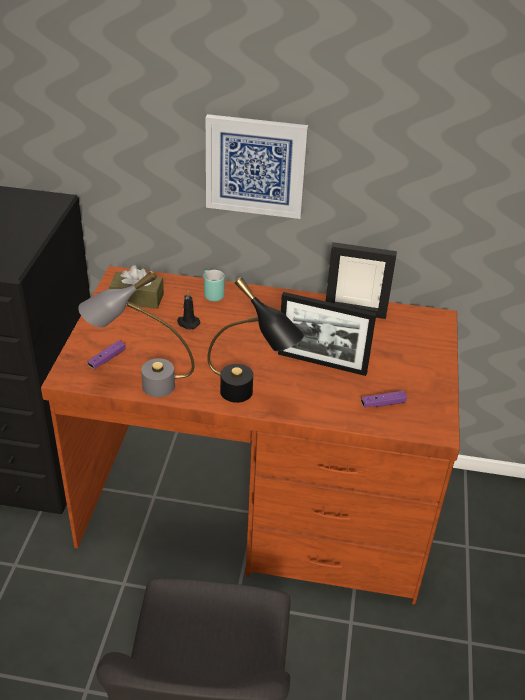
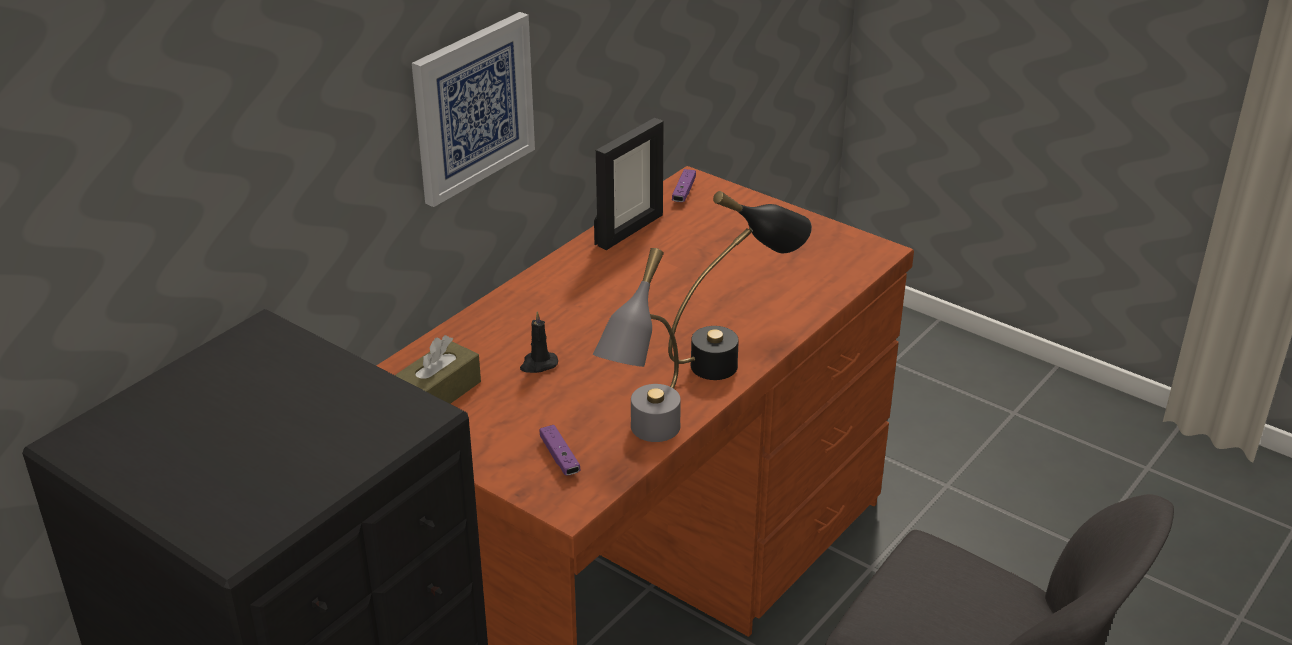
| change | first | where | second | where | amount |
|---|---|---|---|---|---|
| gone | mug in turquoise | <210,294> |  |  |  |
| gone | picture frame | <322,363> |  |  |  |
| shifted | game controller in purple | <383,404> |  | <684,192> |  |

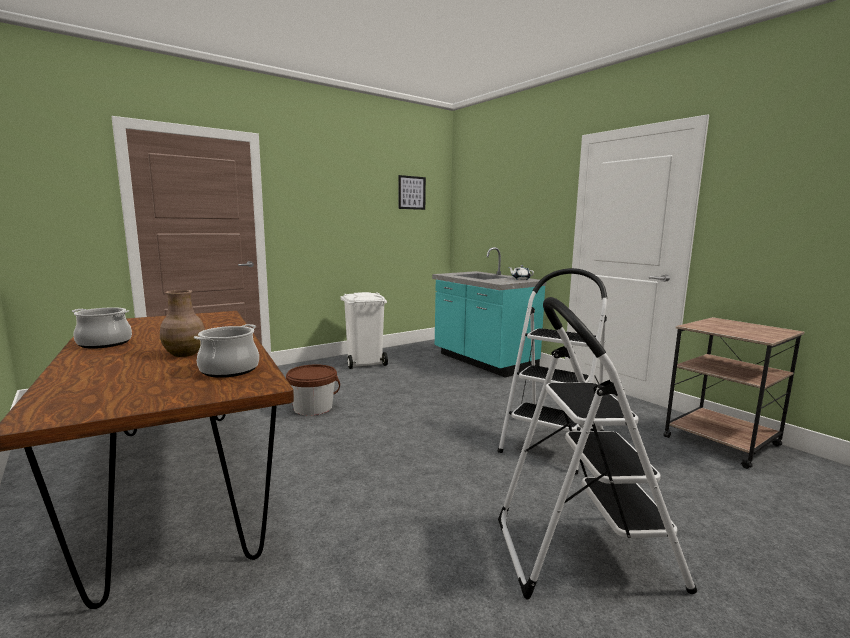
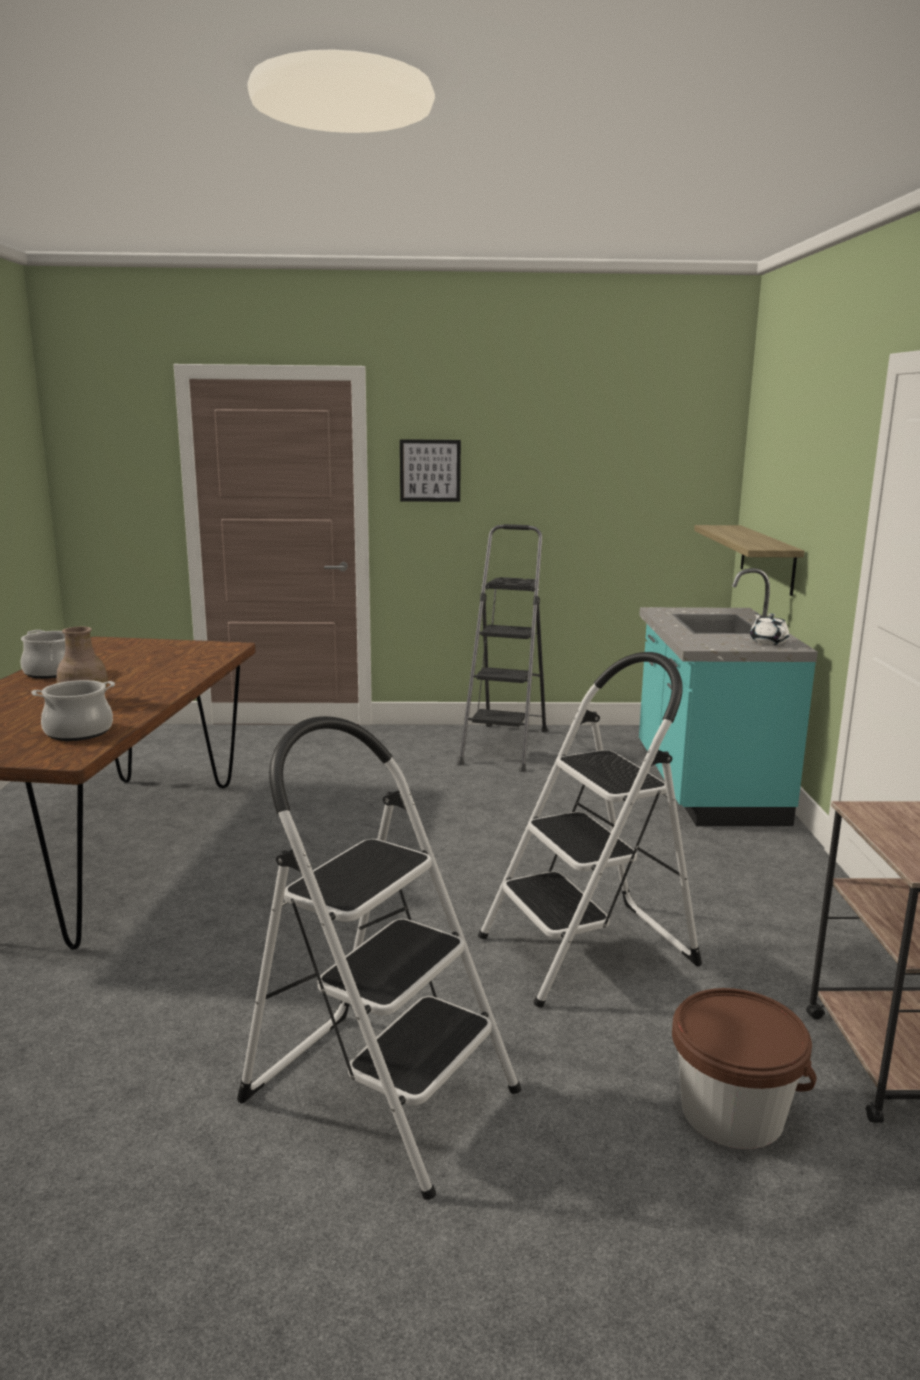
| change | first | where | second | where | amount |
|---|---|---|---|---|---|
| new |  |  | shelf | <767,559> |  |
| shifted | bucket in brown | <313,408> |  | <732,1112> |  |
| shifted | picture | <411,192> |  | <430,470> |  |
| swapped | trash can in white | <365,362> | step ladder | <505,746> |  |

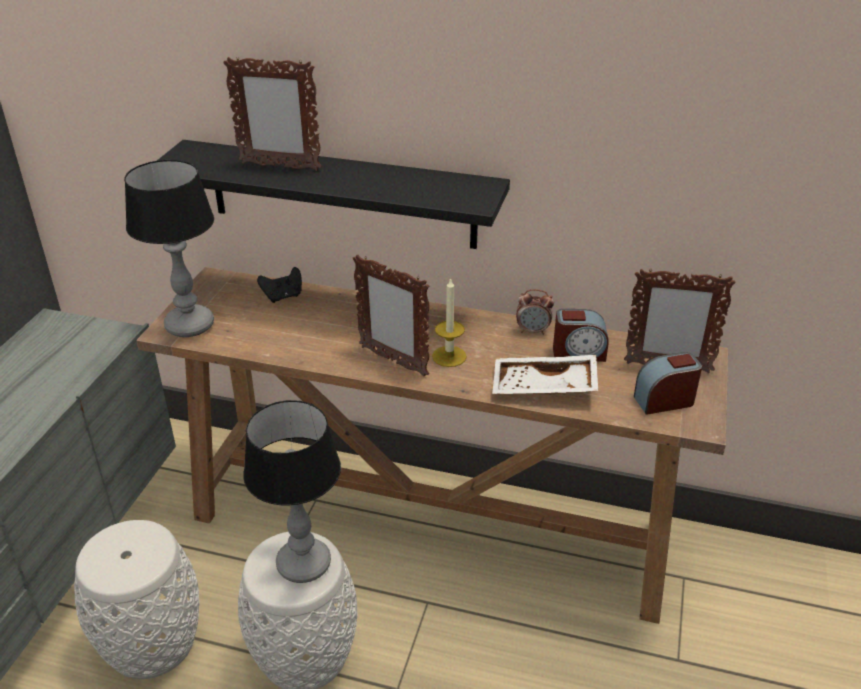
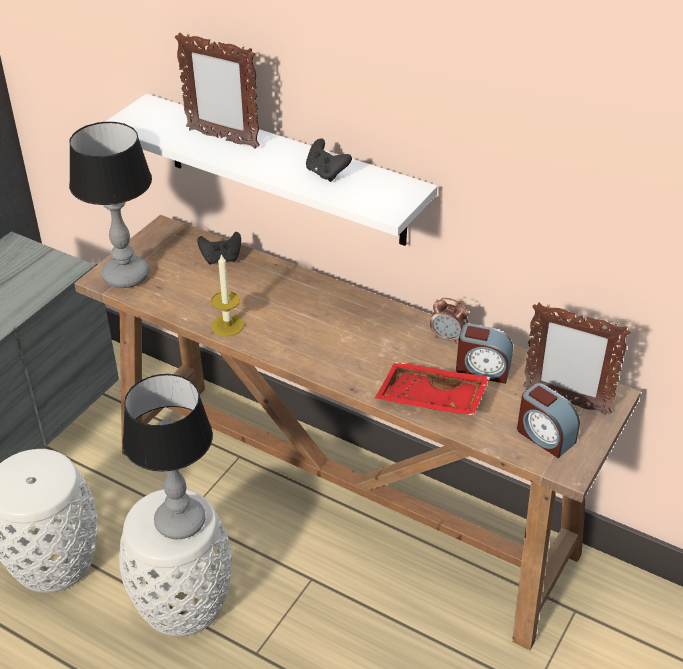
| change | first | where | second | where | amount |
|---|---|---|---|---|---|
| gone | picture frame | <393,361> |  |  |  |
| new |  |  | game controller in black | <326,173> |  |
| shifted | candle | <449,356> |  | <227,325> |  |
| repainted | shelf in black | <341,194> | shelf in white | <284,170> |  |
| repainted | tray in white | <543,388> | tray in red | <431,400> |  |
| rotated | alarm clock | <664,400> |  | <544,436> | 135 degrees counterclockwise |

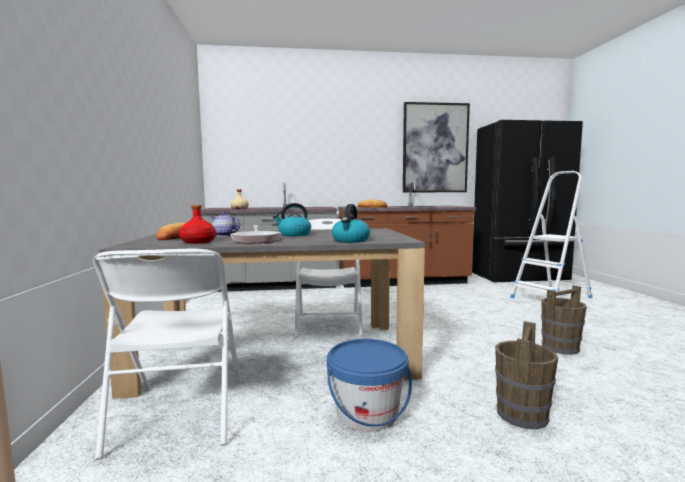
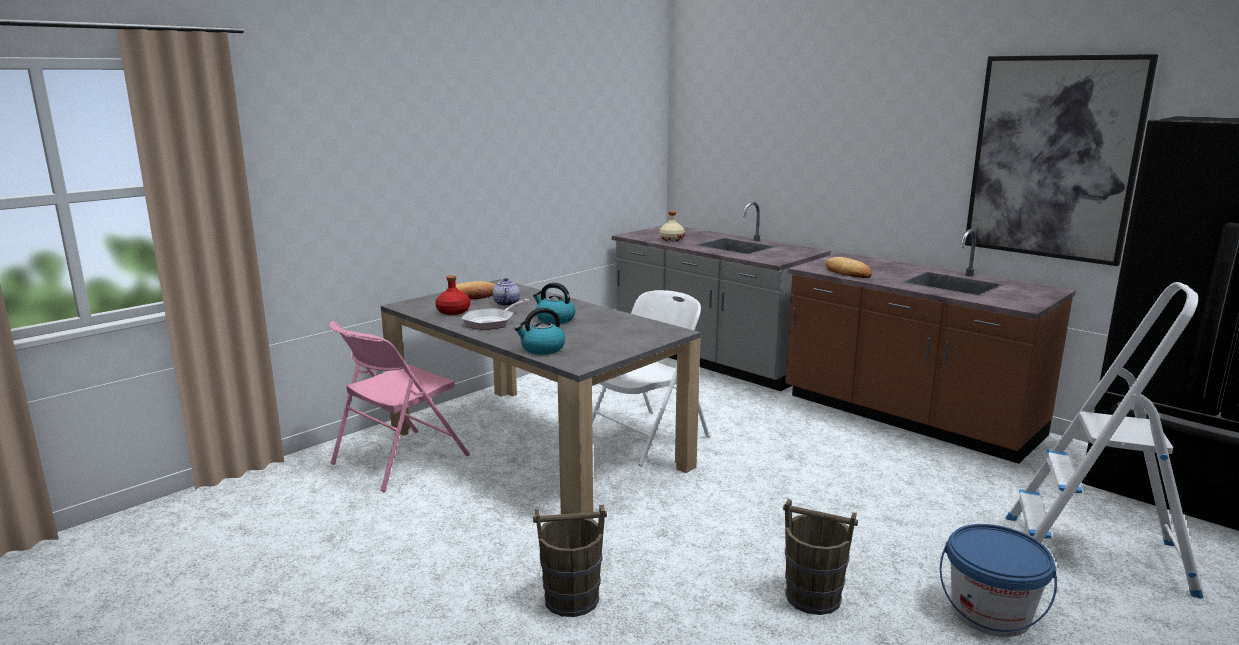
| change | first | where | second | where | amount |
|---|---|---|---|---|---|
| shifted | bucket in blue | <367,413> |  | <990,614> |  |
| repainted | chair in white | <180,413> | chair in pink | <400,459> |  |

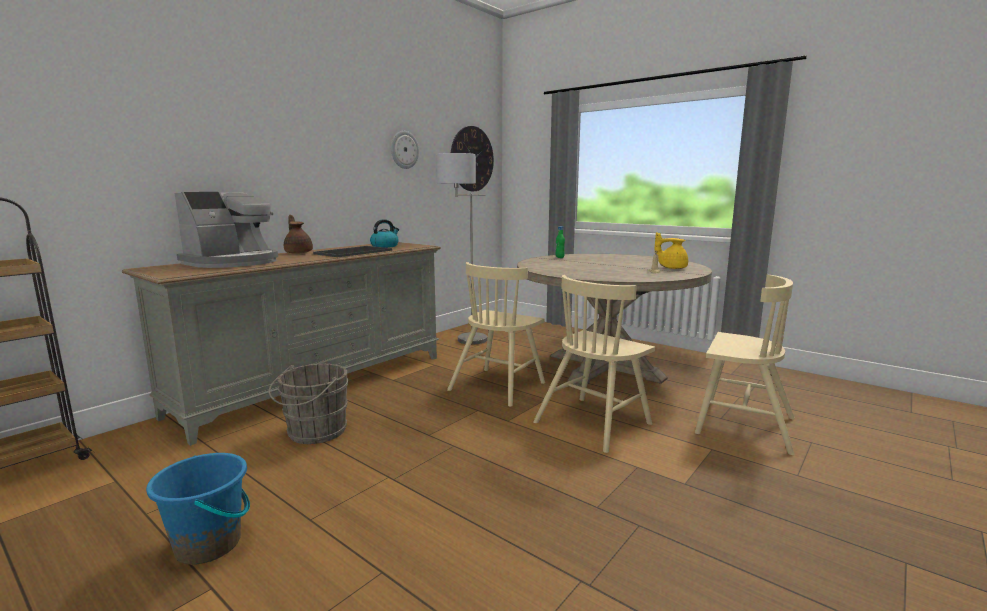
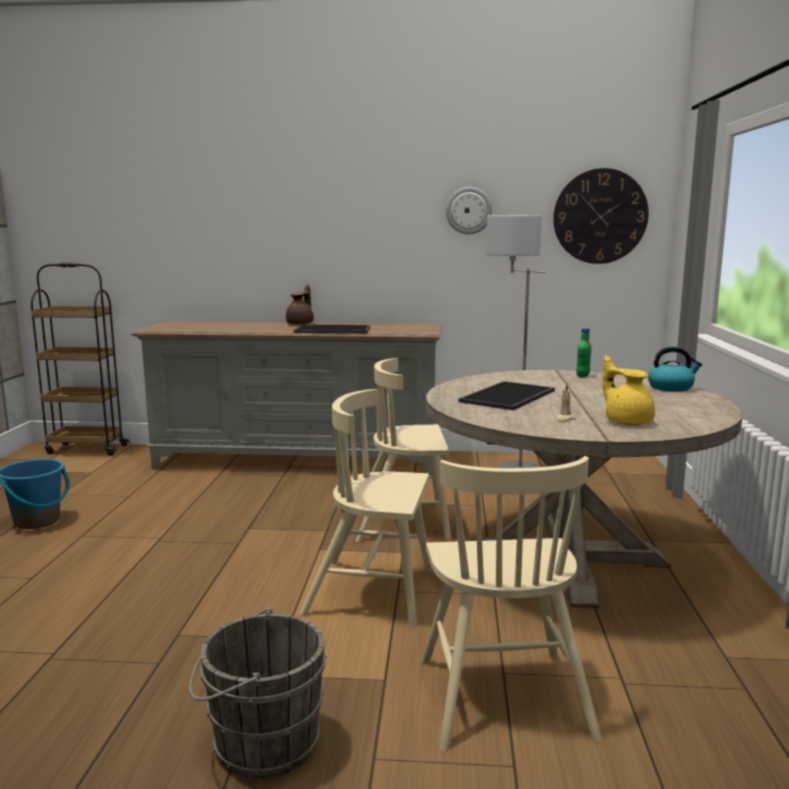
| change | first | where | second | where | amount |
|---|---|---|---|---|---|
| gone | coffee machine | <233,262> |  |  |  |
| new |  |  | tray | <509,396> |  |
| shifted | bucket in grey | <314,432> |  | <260,743> |  |
| shifted | kettle | <385,246> |  | <671,387> |  |

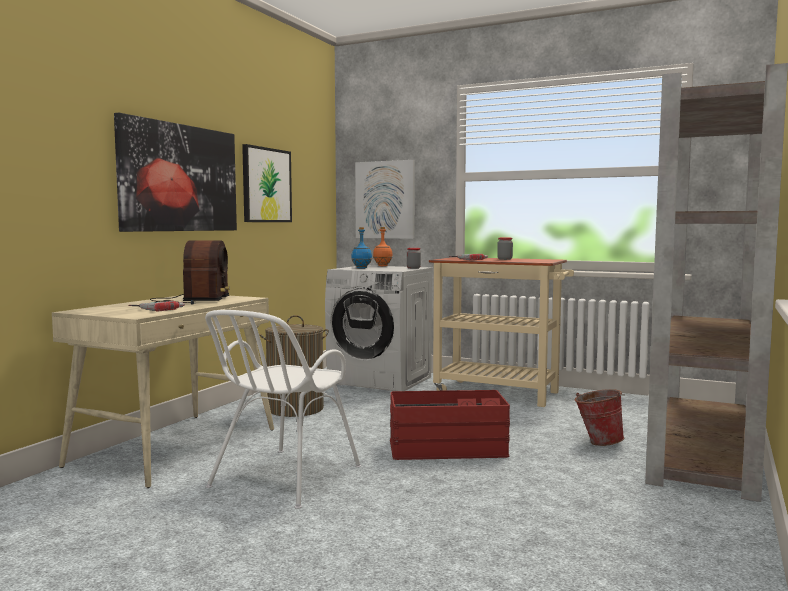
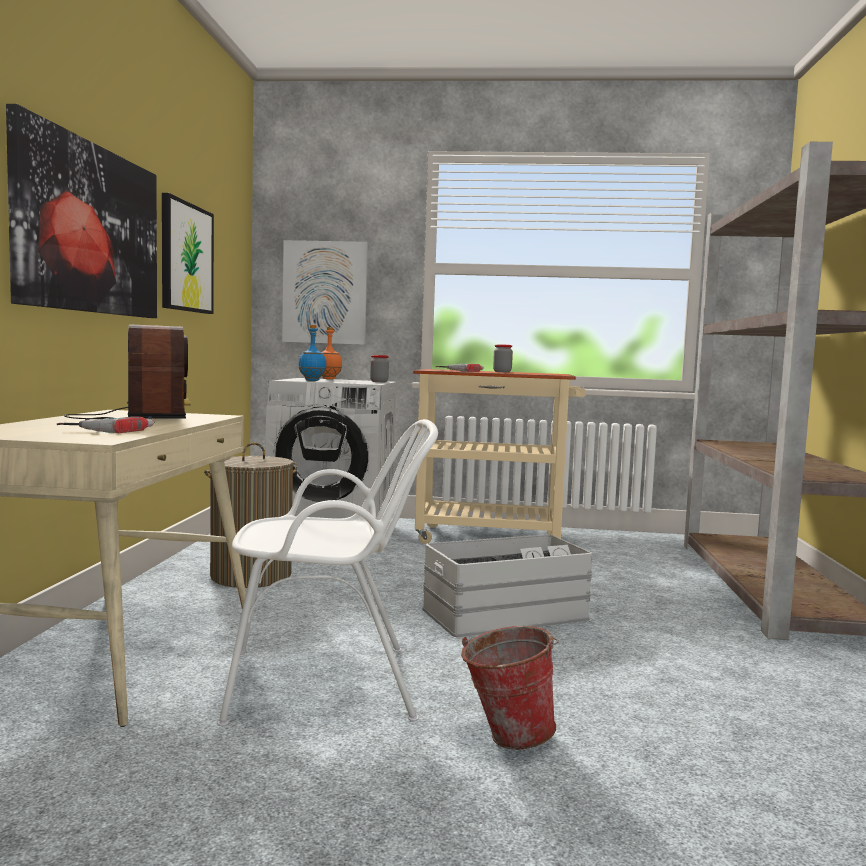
| change | first | where | second | where | amount |
|---|---|---|---|---|---|
| shifted | bucket | <598,442> |  | <505,736> |  |
| repainted | storage box in red | <447,447> | storage box in grey | <504,613> |  |
| rotated | chair in white | <283,478> |  | <330,683> | 105 degrees counterclockwise |

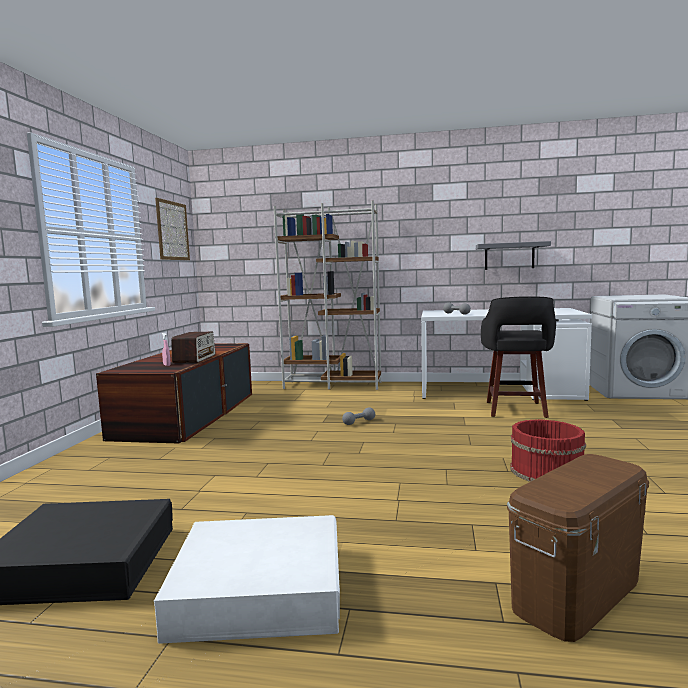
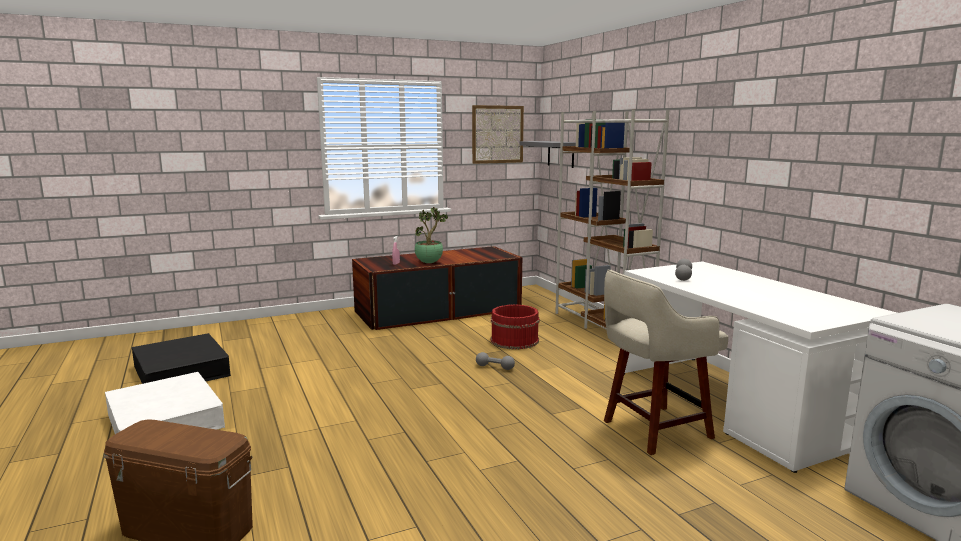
| change | first | where | second | where | amount |
|---|---|---|---|---|---|
| shifted | shelf in grey | <509,256> |  | <560,154> |  |
| shifted | bucket in red | <545,471> |  | <514,340> |  |
| swapped | radio | <195,358> | potted plant | <429,262> |  |
| repainted | stool in black | <515,410> | stool in beige | <653,430> |  |

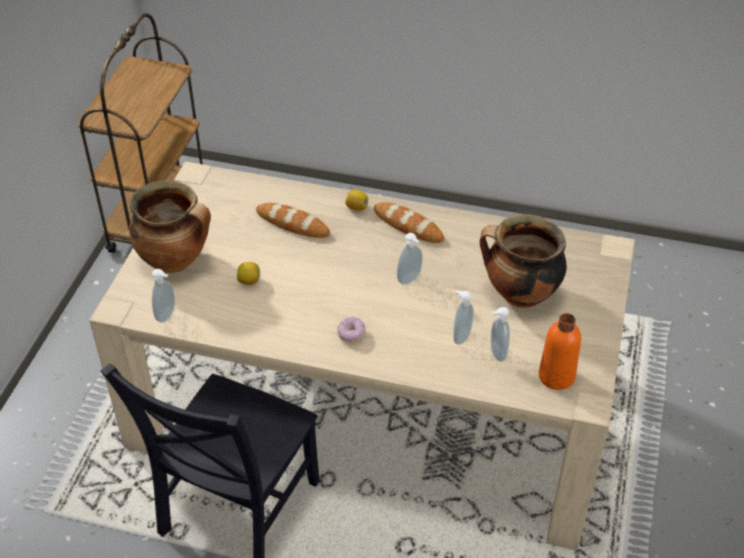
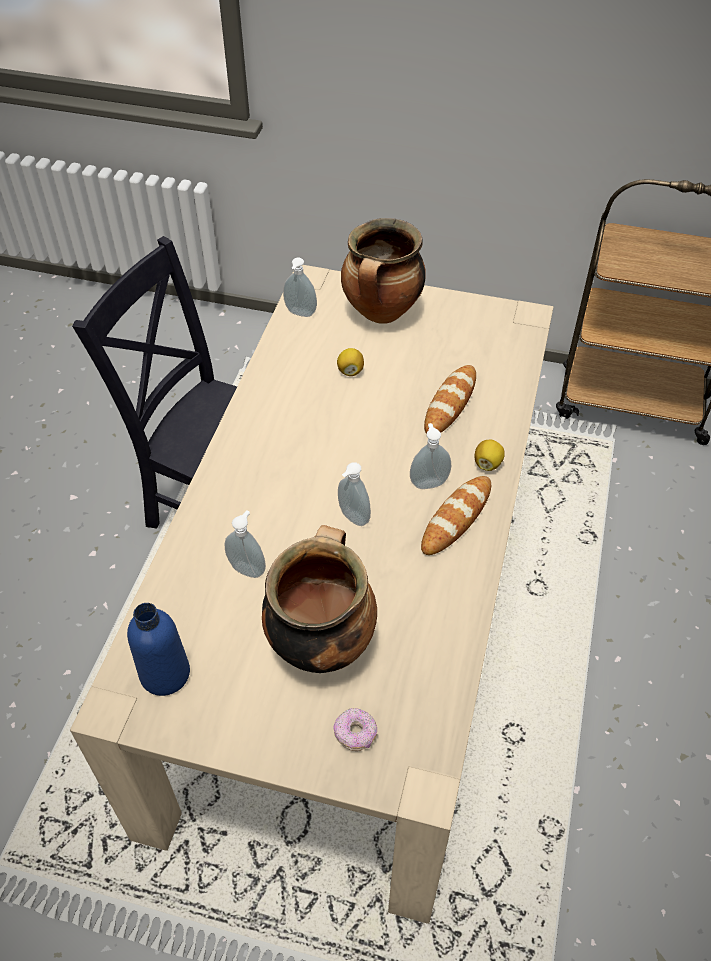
| change | first | where | second | where | amount |
|---|---|---|---|---|---|
| shifted | donut | <351,334> |  | <355,734> |  |
| shifted | soap dispenser | <496,353> |  | <428,482> |  |
| repainted | bottle in orange | <556,376> | bottle in blue | <165,674> |  |

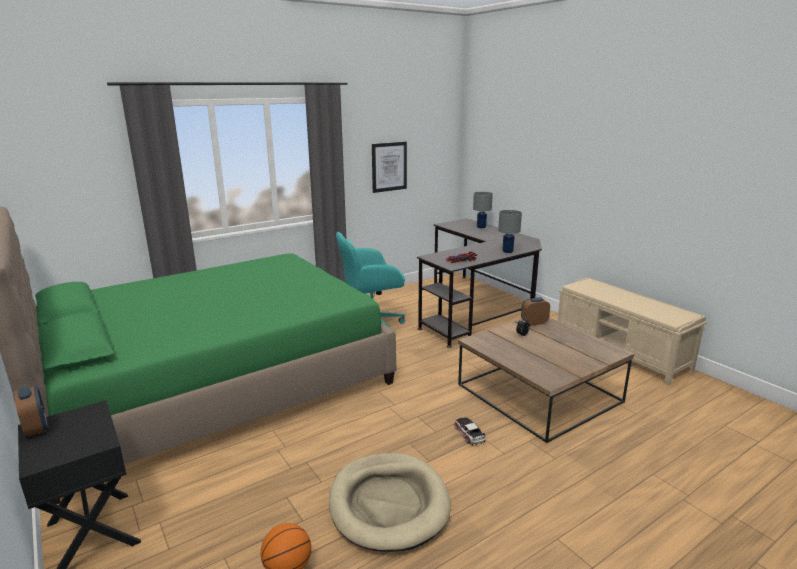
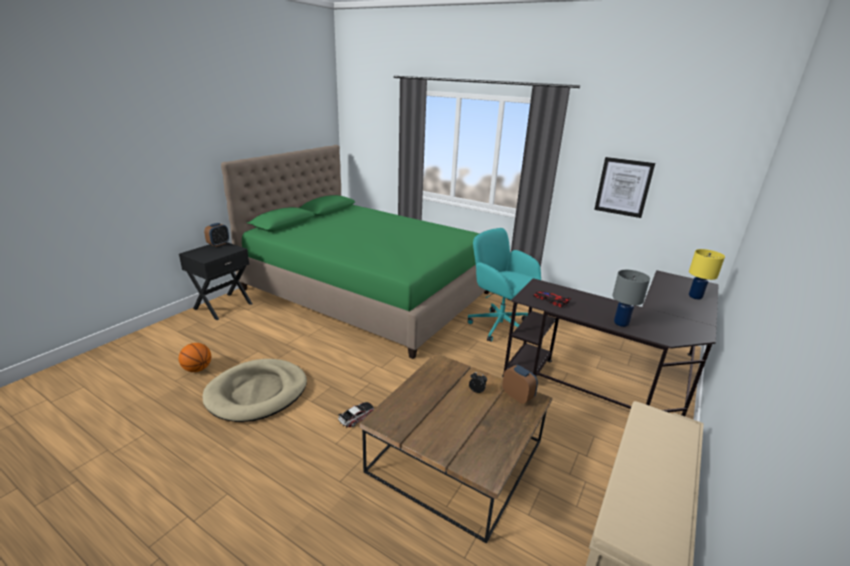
| change | first | where | second | where | amount |
|---|---|---|---|---|---|
| repainted | table lamp in grey | <481,227> | table lamp in yellow | <694,297> |  |

